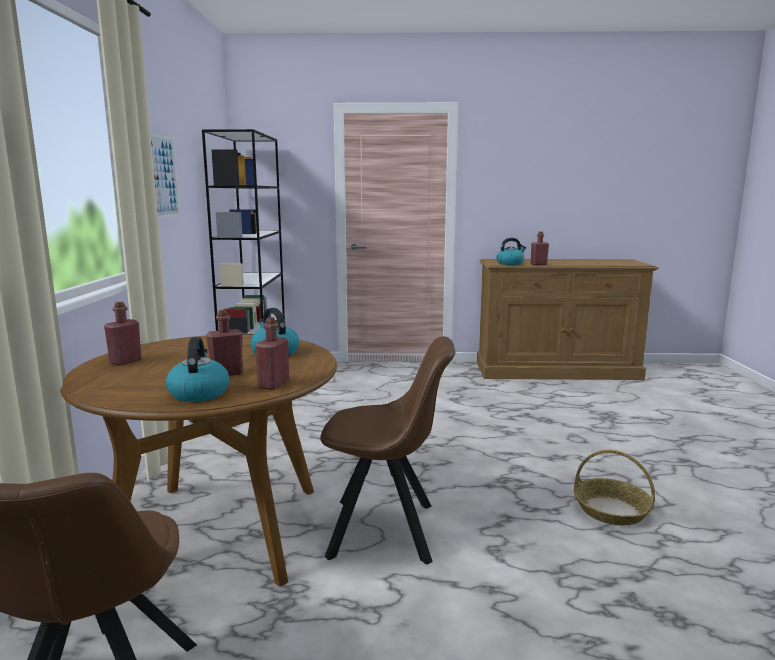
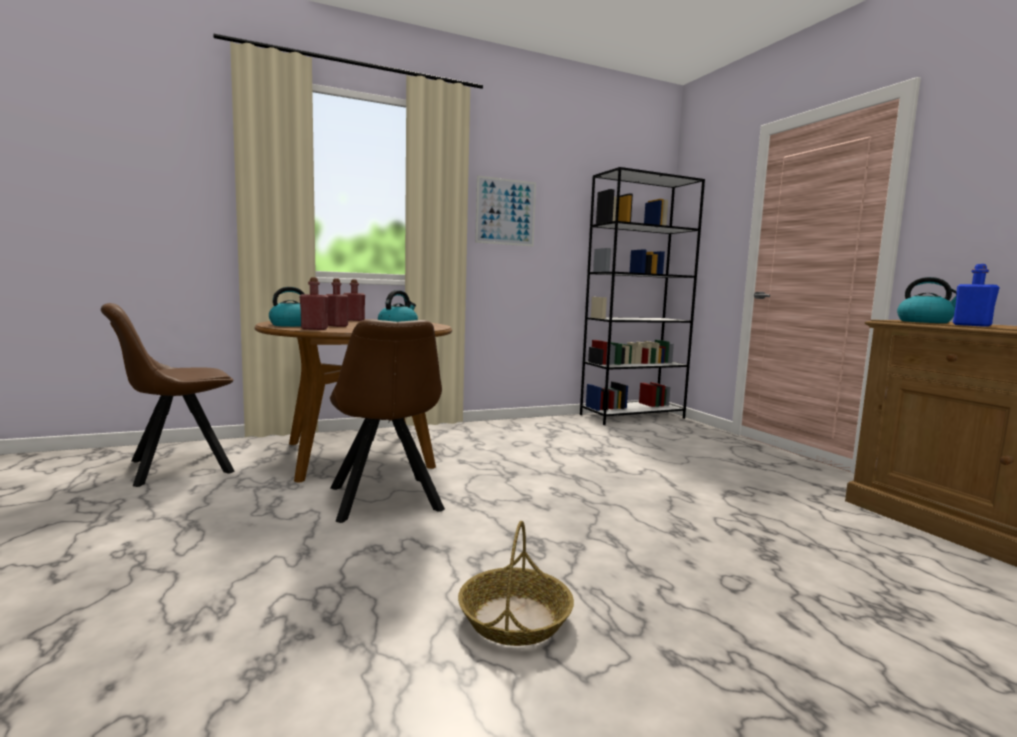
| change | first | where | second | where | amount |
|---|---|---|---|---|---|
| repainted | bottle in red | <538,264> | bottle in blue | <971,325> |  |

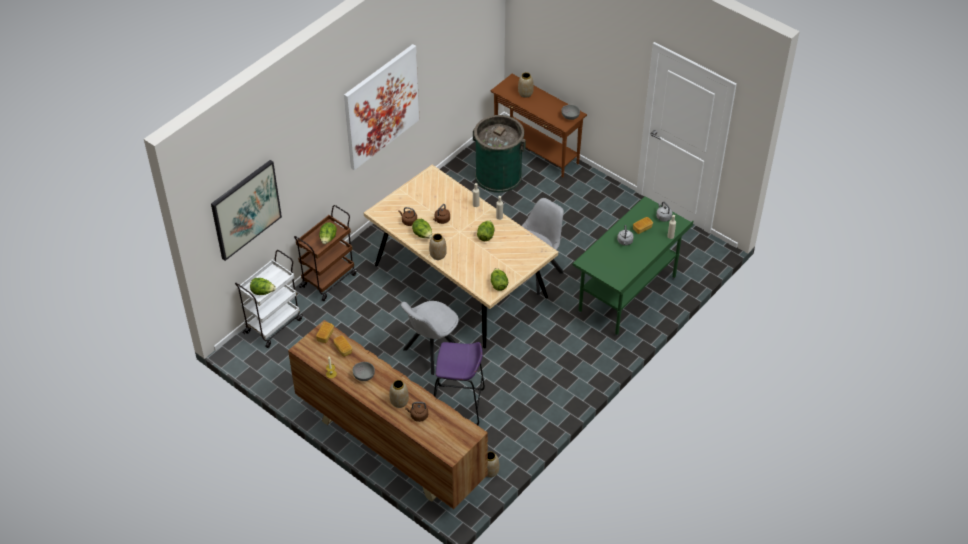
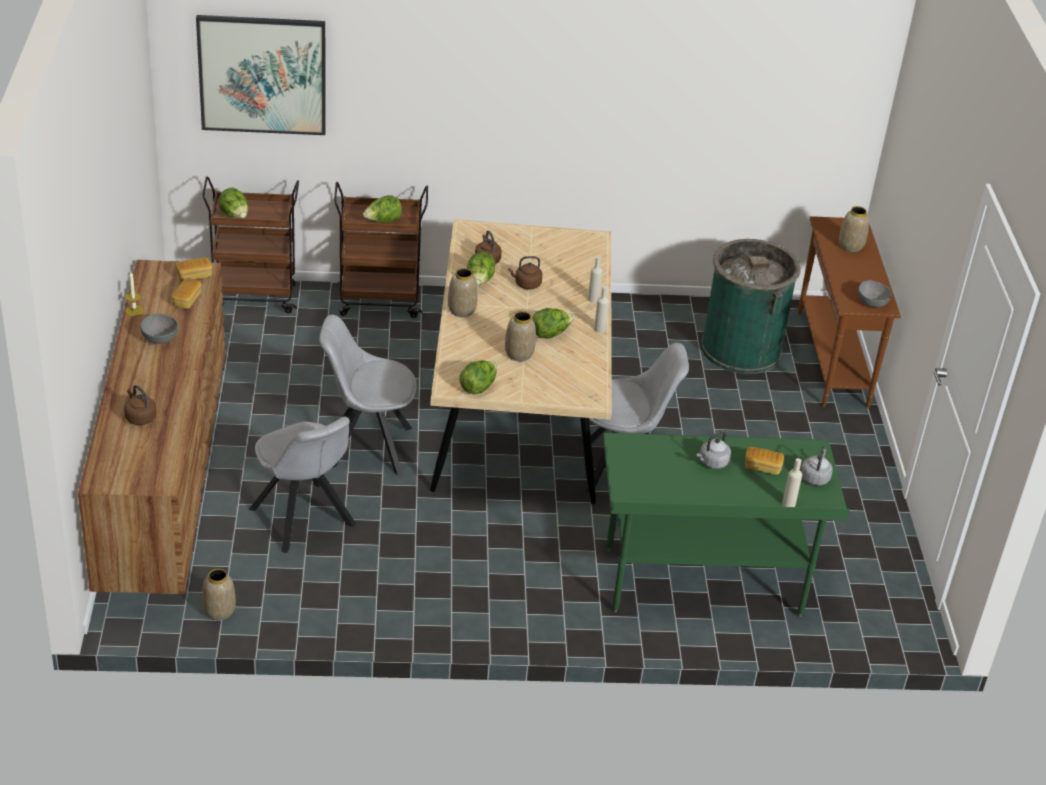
| change | first | where | second | where | amount |
|---|---|---|---|---|---|
| gone | picture | <381,106> |  |  |  |
| shifted | vase | <399,402> |  | <518,354> |  |
| swapped | stool in purple | <458,405> | chair in grey | <303,518> |  |
| repainted | cart in white | <274,326> | cart in brown | <255,298> |  |

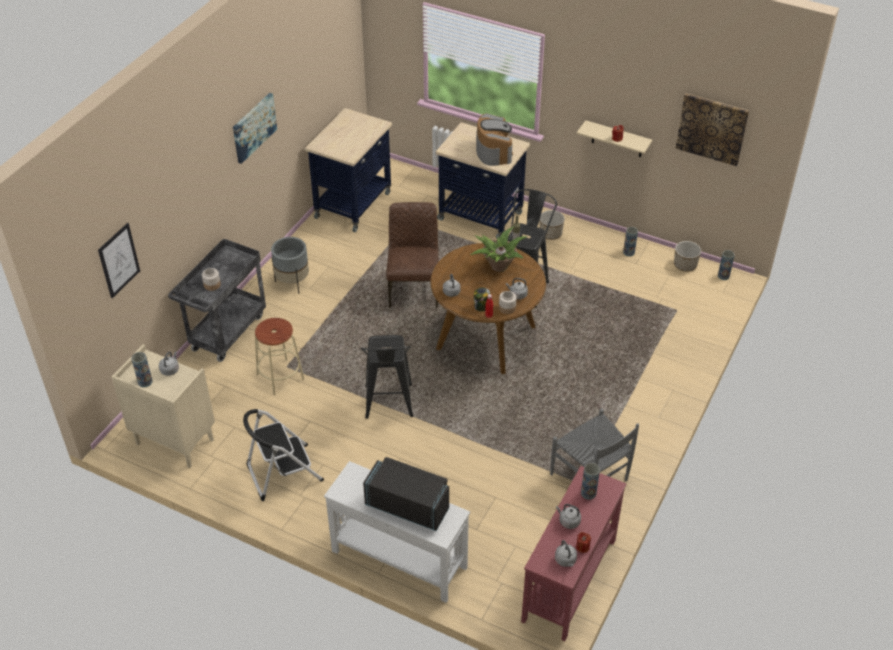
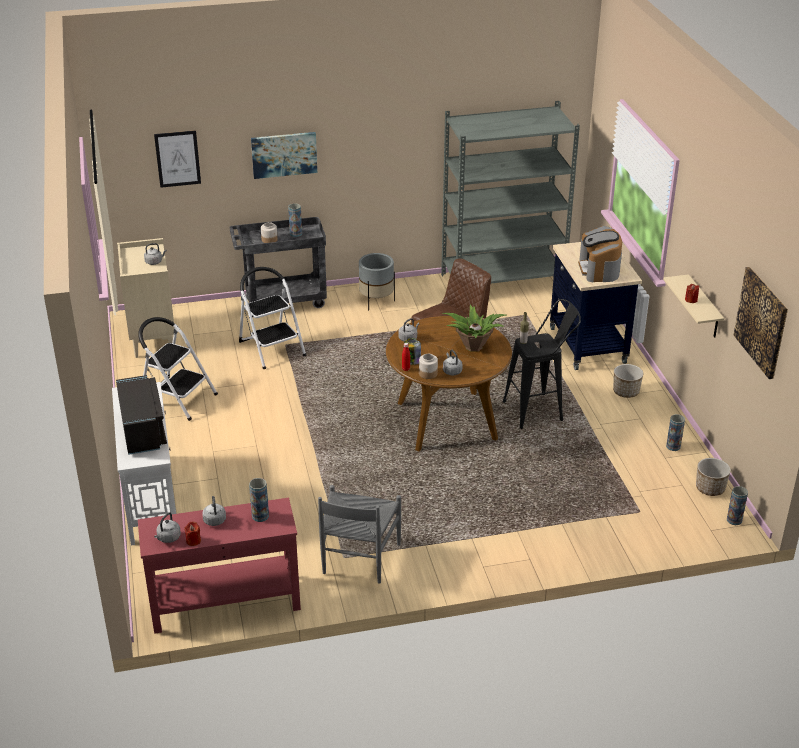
| change | first | where | second | where | amount |
|---|---|---|---|---|---|
| gone | stool in black | <388,406> |  |  |  |
| shifted | vase | <145,382> |  | <296,234> |  |
| shifted | picture | <254,127> |  | <284,154> |  |
| swapped | stool in beige | <280,376> | step ladder | <271,347> |  |
| swapped | cart in blue | <353,205> | bookcase in grey | <502,282> |  |
| rotated | coffee machine | <493,151> |  | <599,269> | 135 degrees clockwise |

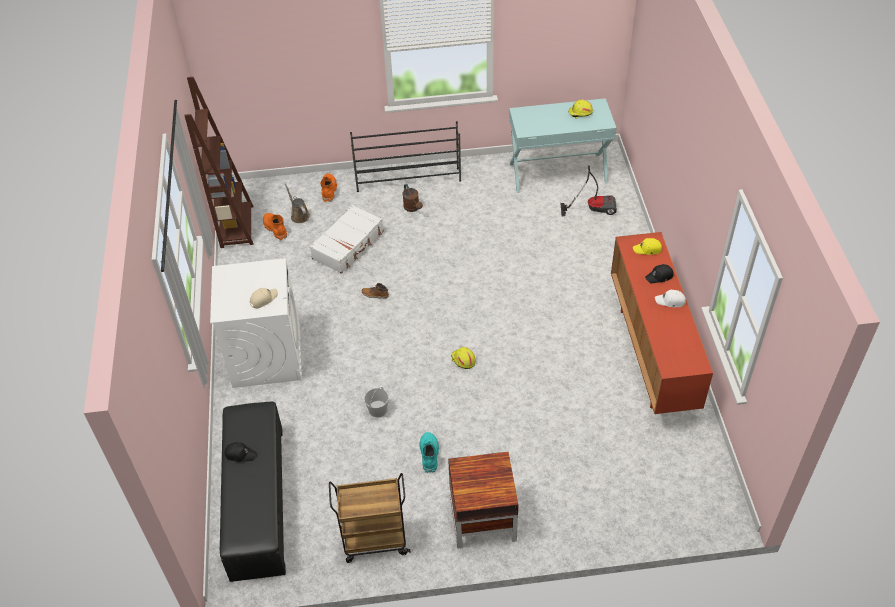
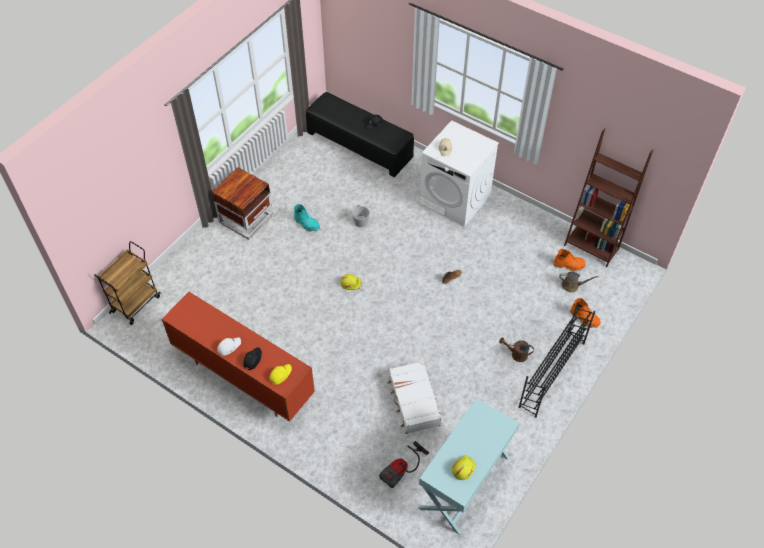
| change | first | where | second | where | amount |
|---|---|---|---|---|---|
| shifted | suitcase in white | <348,245> |  | <413,401> |  |
| shifted | cart in brown | <374,541> |  | <136,304> |  |

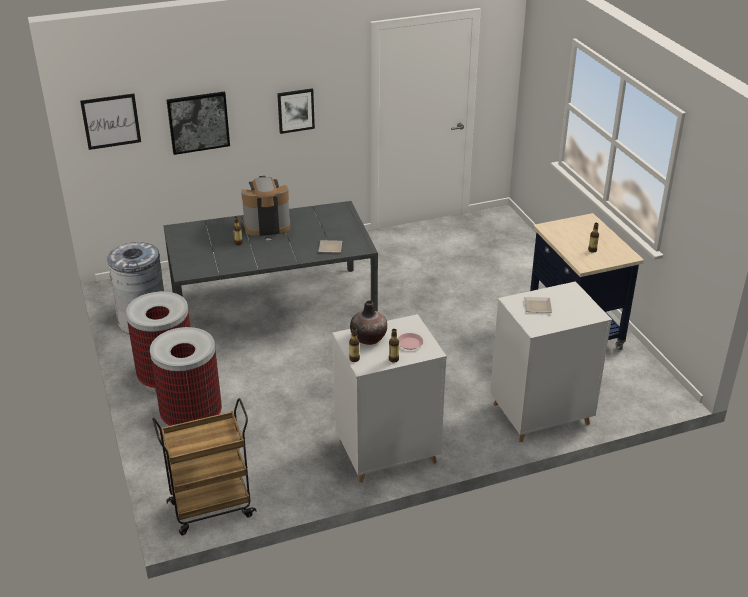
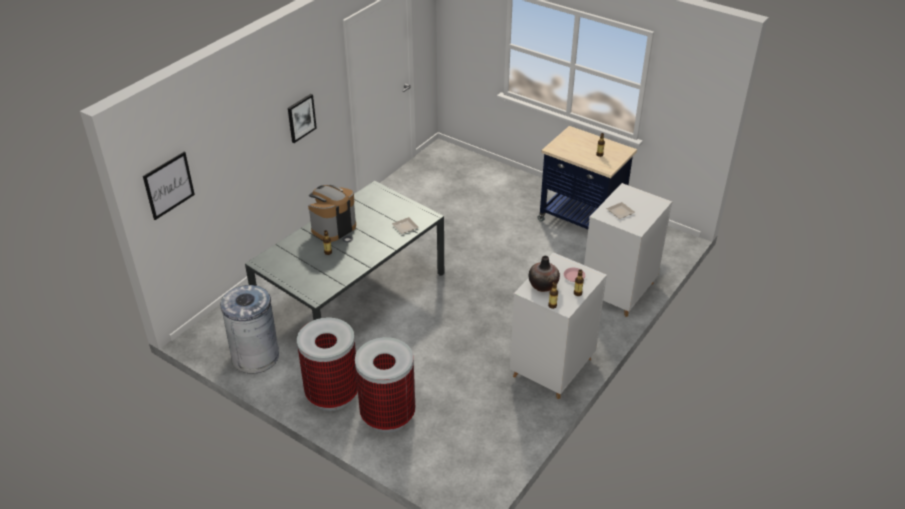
| change | first | where | second | where | amount |
|---|---|---|---|---|---|
| gone | cart in brown | <210,510> |  |  |  |
| gone | picture | <198,122> |  |  |  |

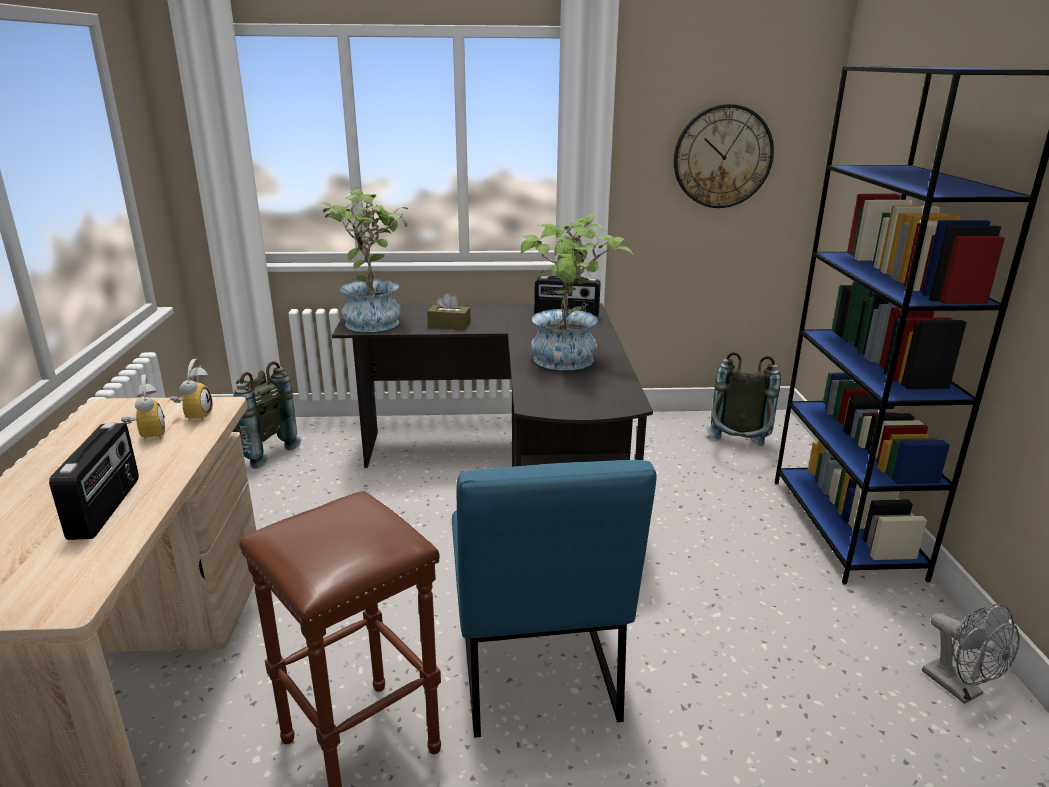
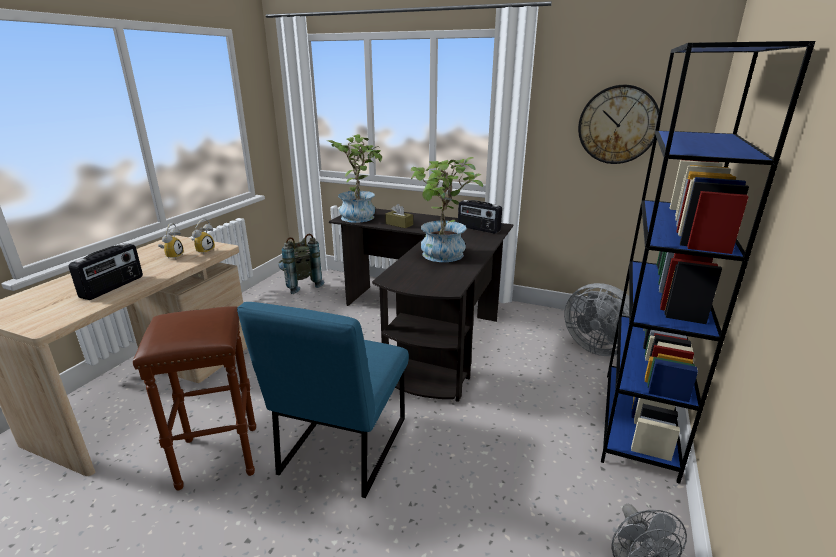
| change | first | where | second | where | amount |
|---|---|---|---|---|---|
| swapped | backpack in grey | <737,450> | fan in grey | <597,347> |  |

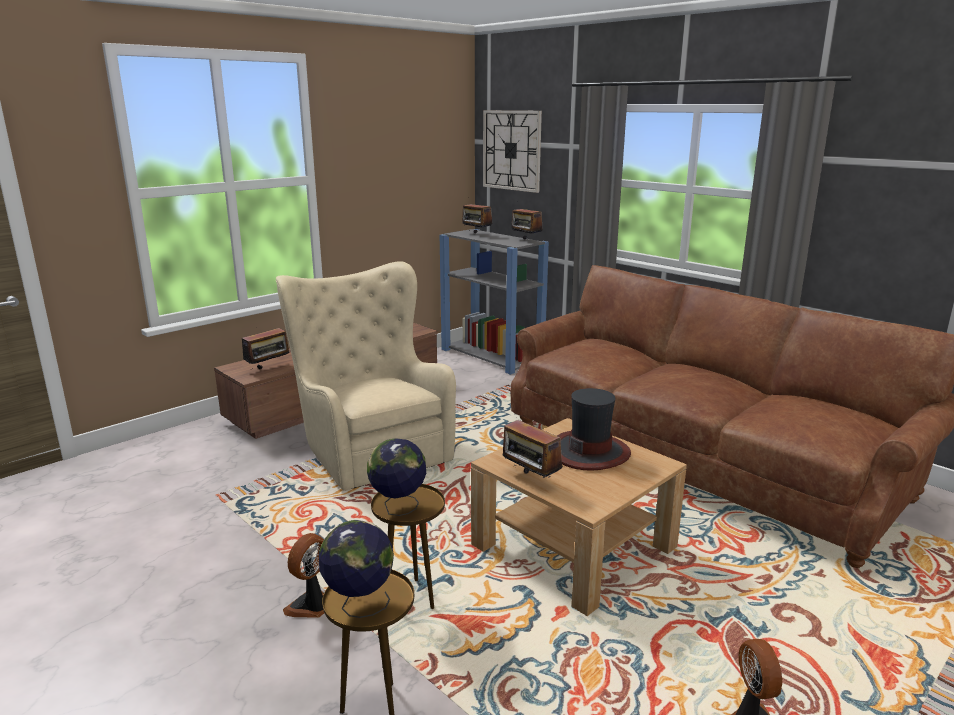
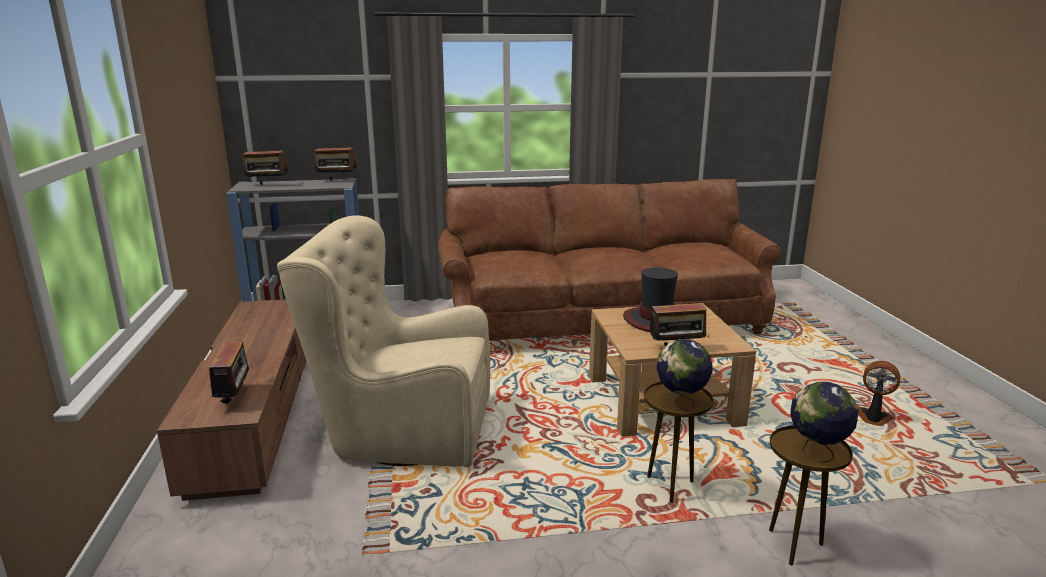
| change | first | where | second | where | amount |
|---|---|---|---|---|---|
| gone | fan | <311,606> |  |  |  |
| gone | wall clock | <511,150> |  |  |  |

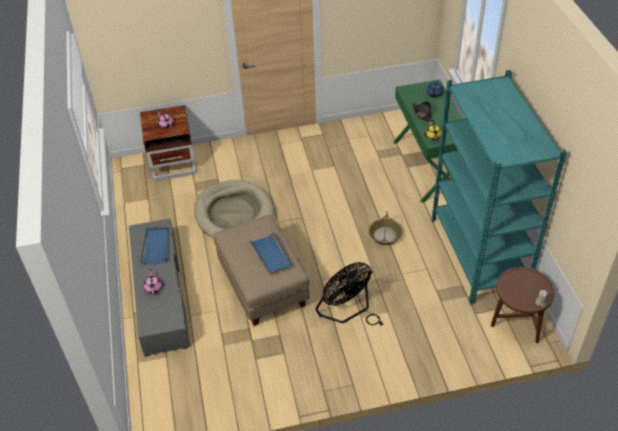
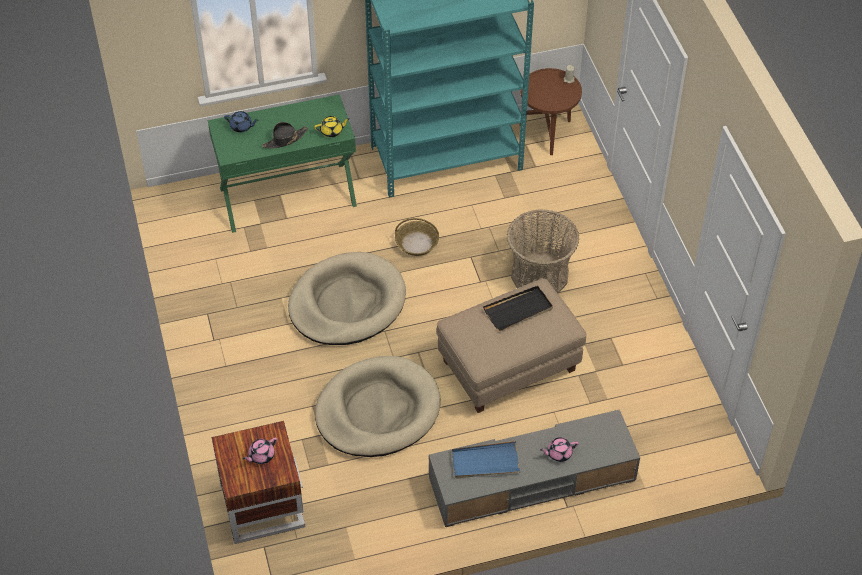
| change | first | where | second | where | amount |
|---|---|---|---|---|---|
| new |  |  | dog bed in beige | <347,303> |  |
| swapped | fan in black | <352,309> | basket | <540,275> |  |
| repainted | tray in blue | <271,255> | tray in black | <518,310> |  |

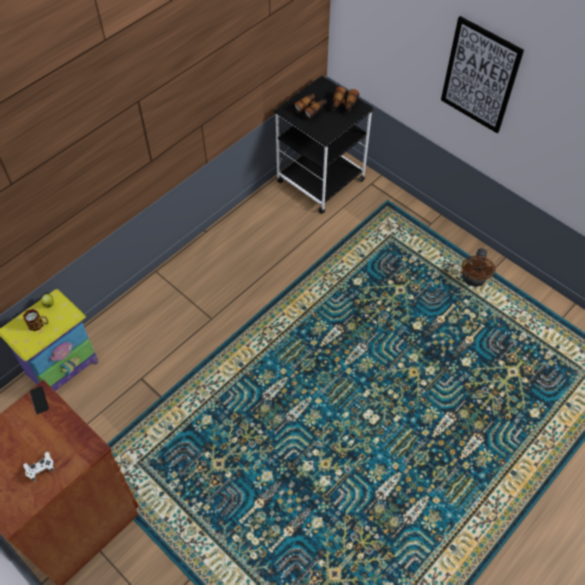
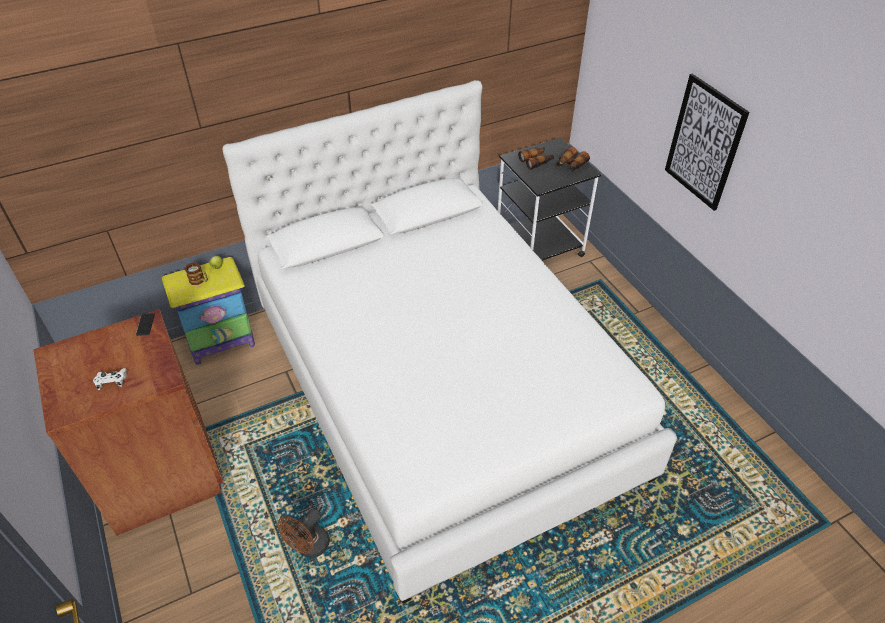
| change | first | where | second | where | amount |
|---|---|---|---|---|---|
| new |  |  | bed in white | <442,388> |  |
| shifted | fan in brown | <473,280> |  | <308,547> |  |

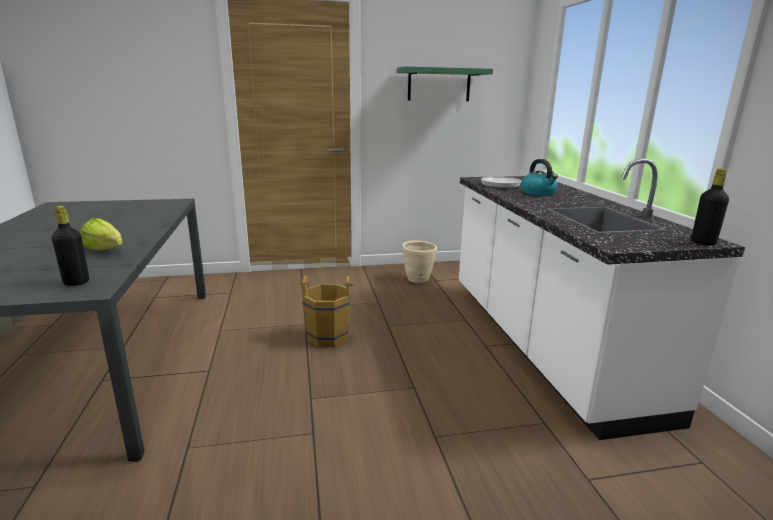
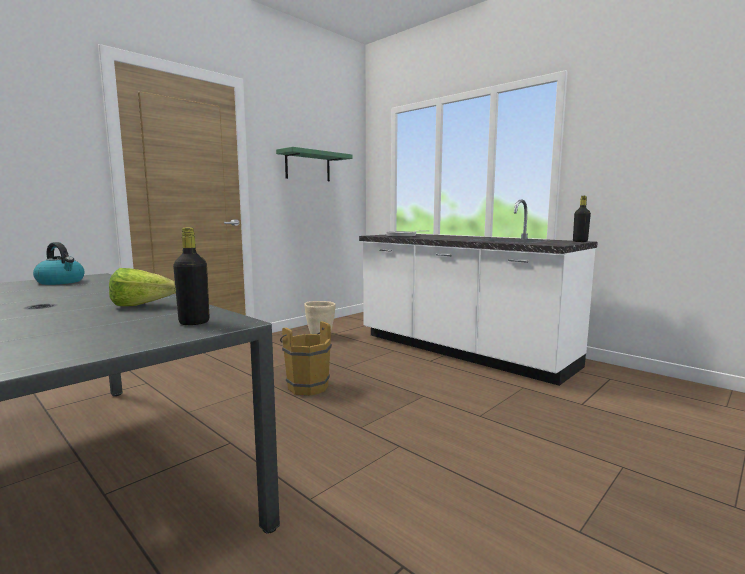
| change | first | where | second | where | amount |
|---|---|---|---|---|---|
| shifted | kettle | <538,193> |  | <61,282> |  |

